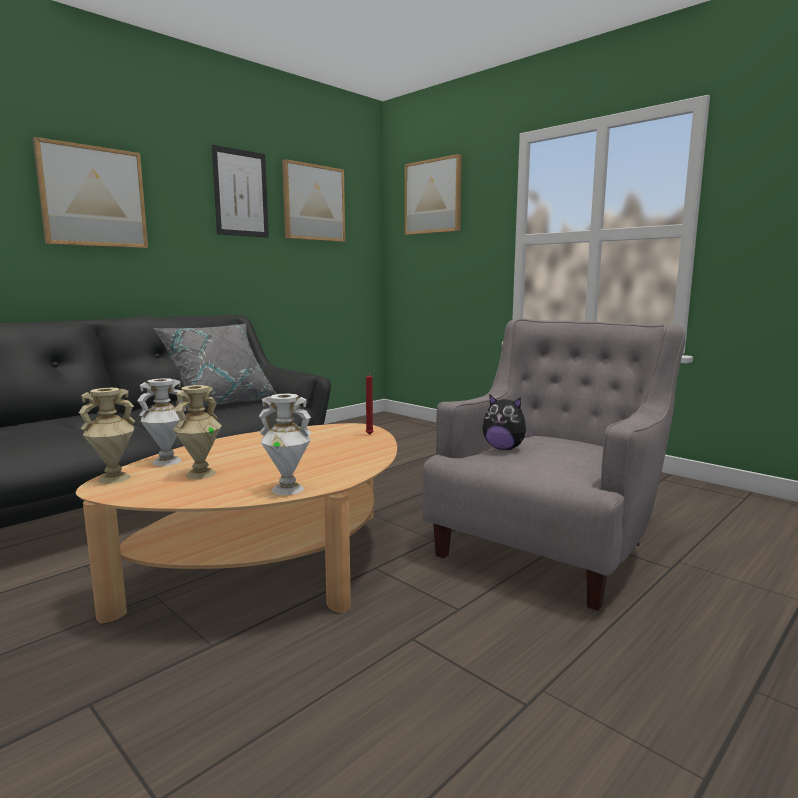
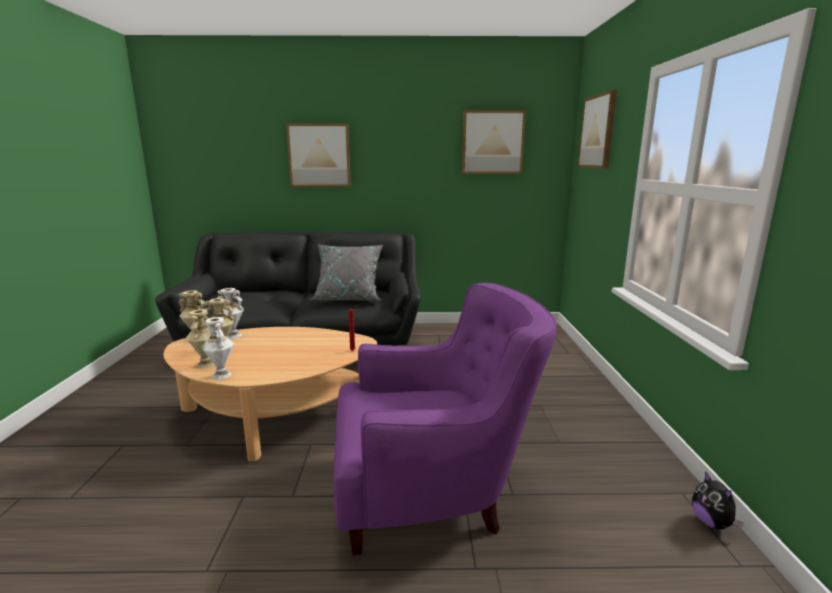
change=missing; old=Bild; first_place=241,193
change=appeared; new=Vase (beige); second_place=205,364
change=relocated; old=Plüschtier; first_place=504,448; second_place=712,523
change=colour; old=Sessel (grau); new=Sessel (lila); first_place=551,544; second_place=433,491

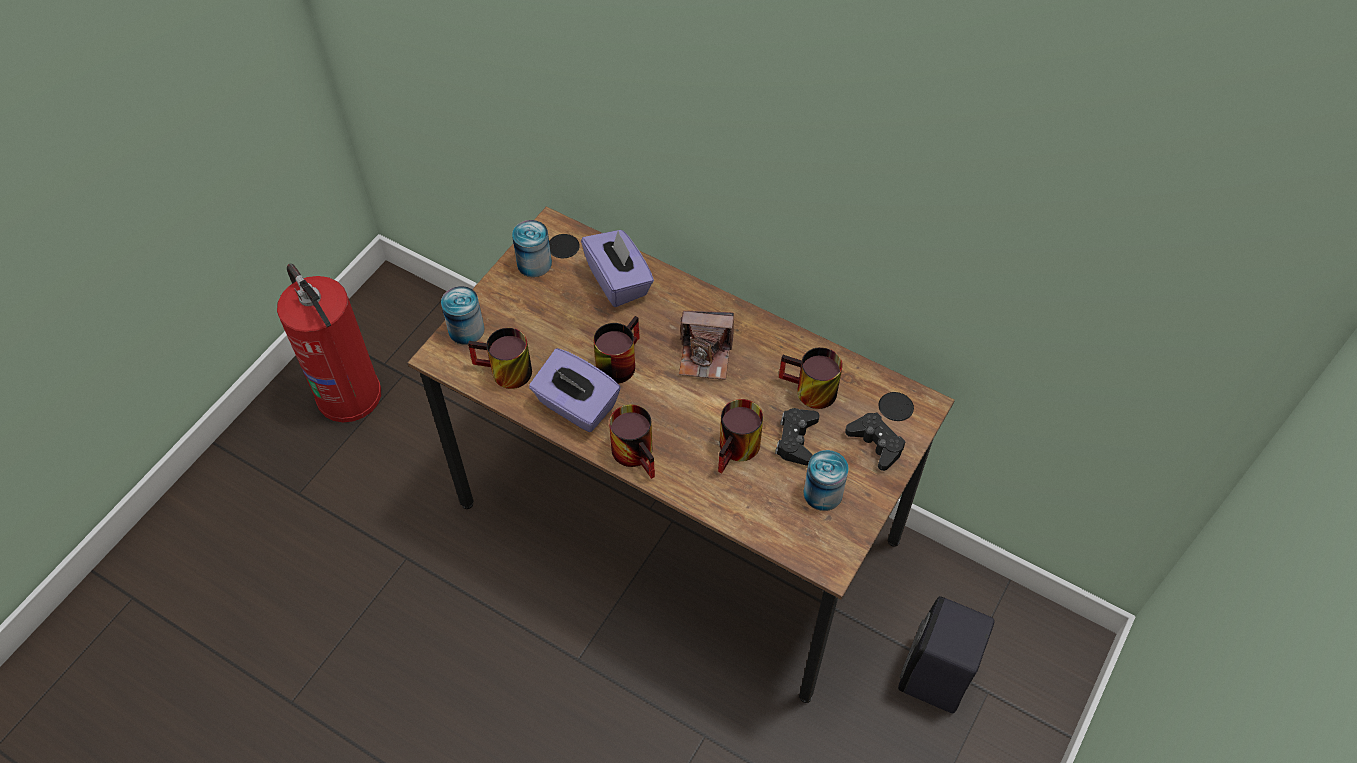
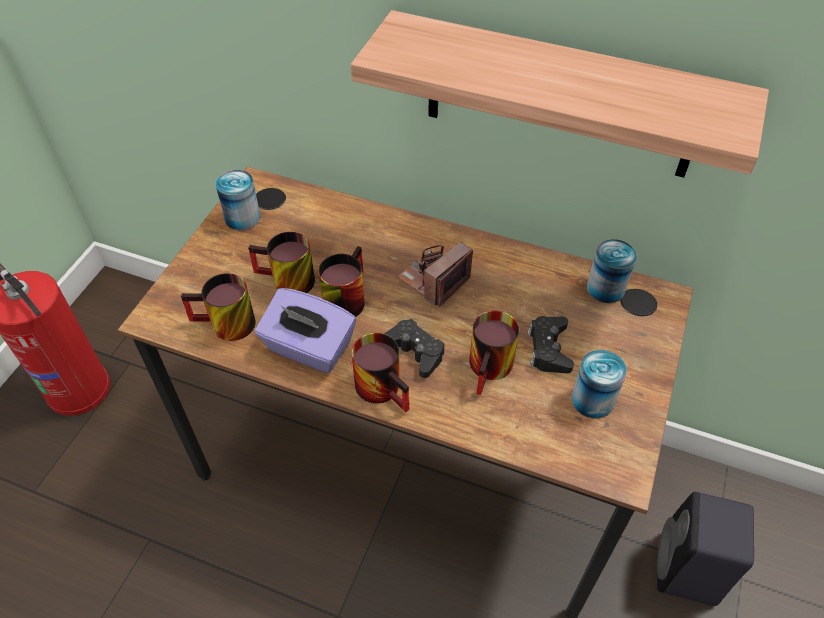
change=missing; old=Taschentuchbox (lila); first_place=619,281
change=appeared; new=Wandregal; second_place=560,98
change=relocated; old=Dose; first_place=466,329; second_place=605,288
change=relocated; old=Henkelbecher; first_place=808,392; second_place=285,283
change=relocated; old=Gamepad (schwarz); first_place=876,444; second_place=415,351
change=spun; old=Kamera; first_place=705,356; second_place=434,280; degrees=135

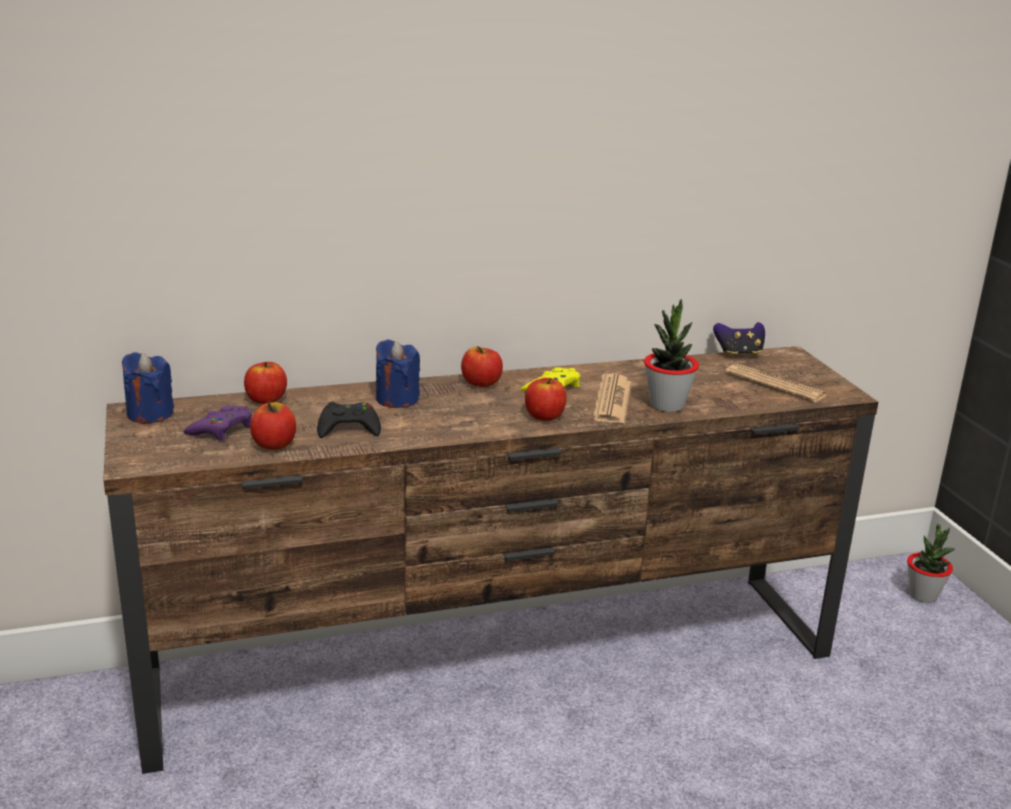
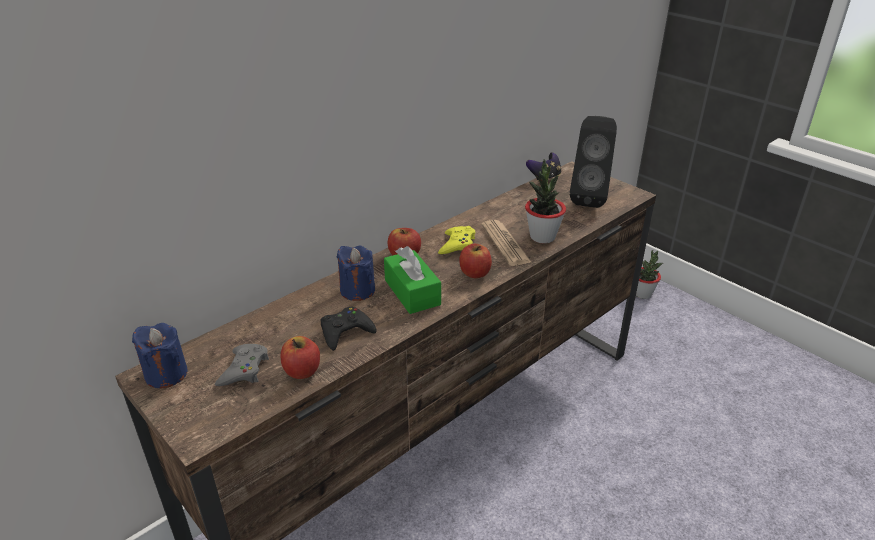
change=missing; old=Apfel; first_place=266,400
change=appeared; new=Taschentuchbox (grün); second_place=412,292
change=exchanged; old=Zeitung; new=Lautsprecher (schwarz); first_place=775,384; second_place=589,198
change=colour; old=Gamepad (lila); new=Gamepad (grau); first_place=221,429; second_place=244,369

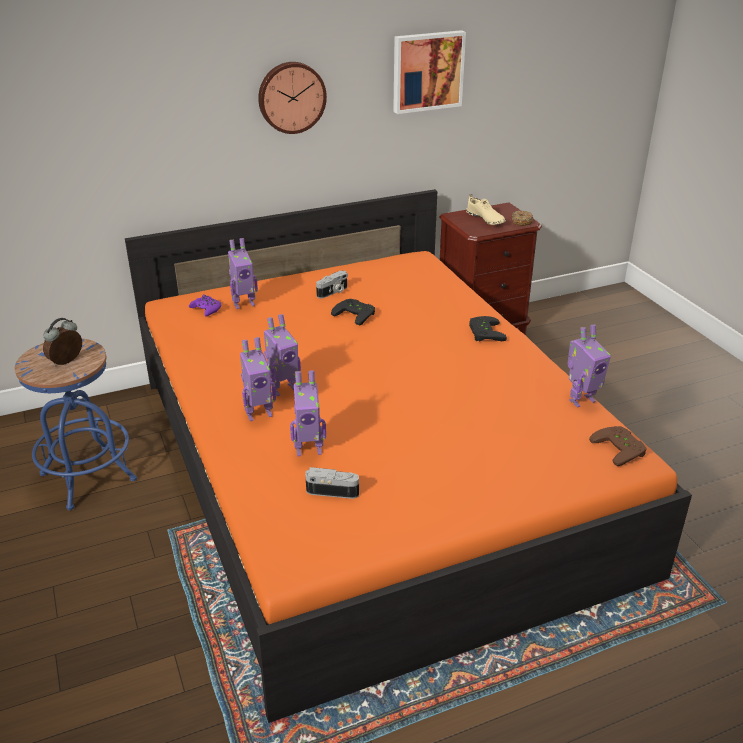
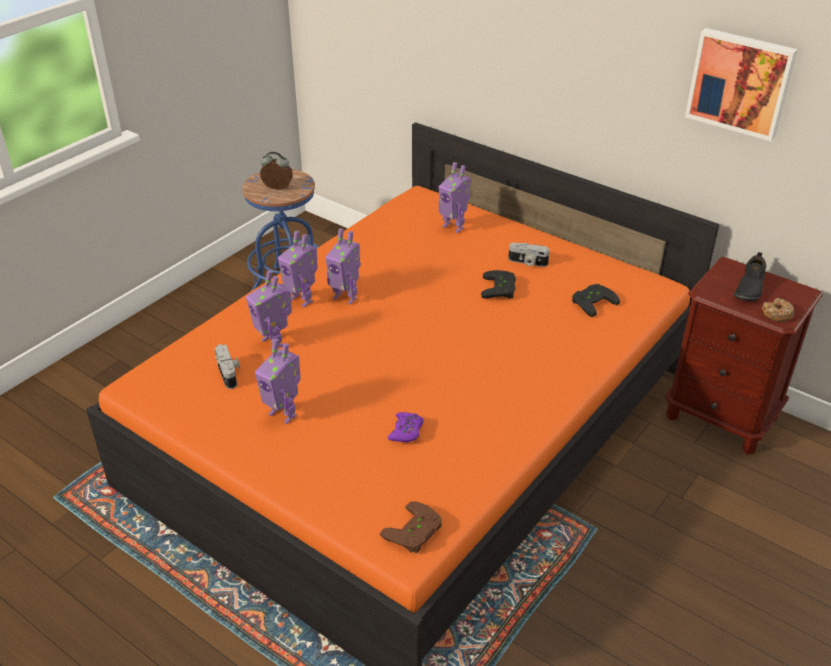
change=missing; old=Wanduhr; first_place=291,97
change=relocated; old=Gamepad (lila); first_place=206,309; second_place=406,431
change=relocated; old=Gamepad (schwarz); first_place=483,332; second_place=592,301
change=relocated; old=Spielzeugroboter; first_place=581,400; second_place=283,414
change=colour; old=Schuh (beige); new=Schuh (schwarz); first_place=485,219; second_place=749,288

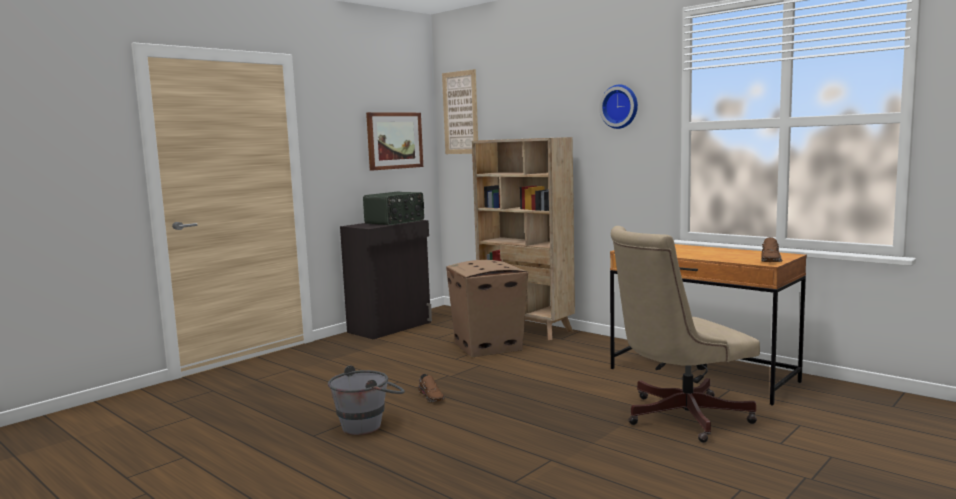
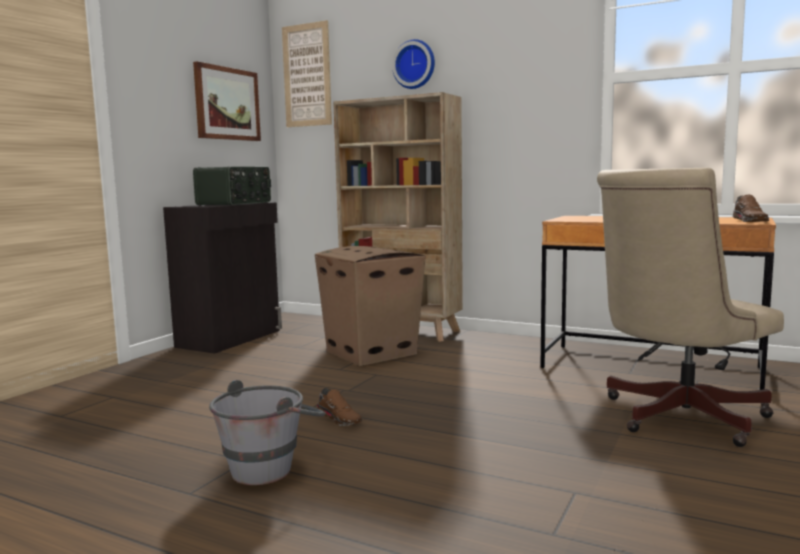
change=relocated; old=Wanduhr; first_place=620,106; second_place=415,65

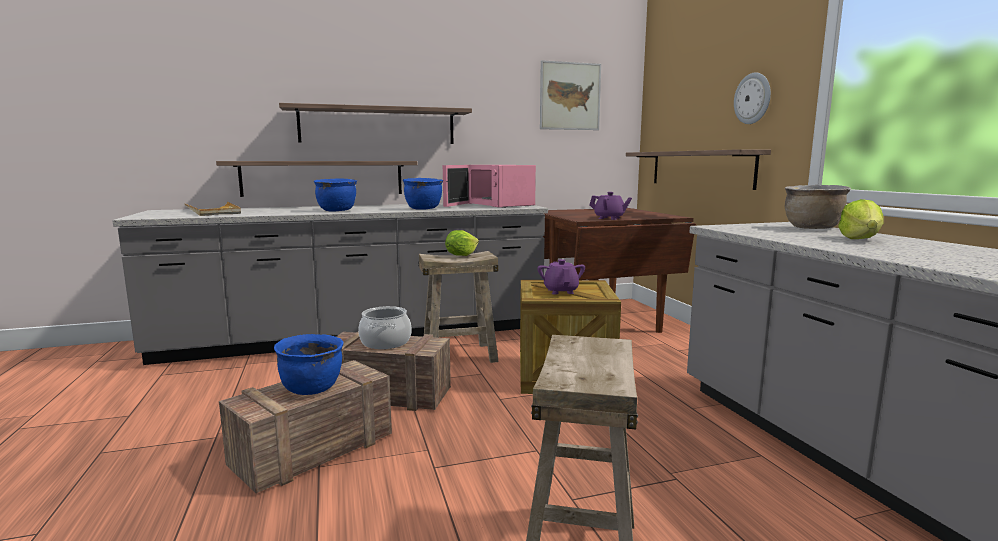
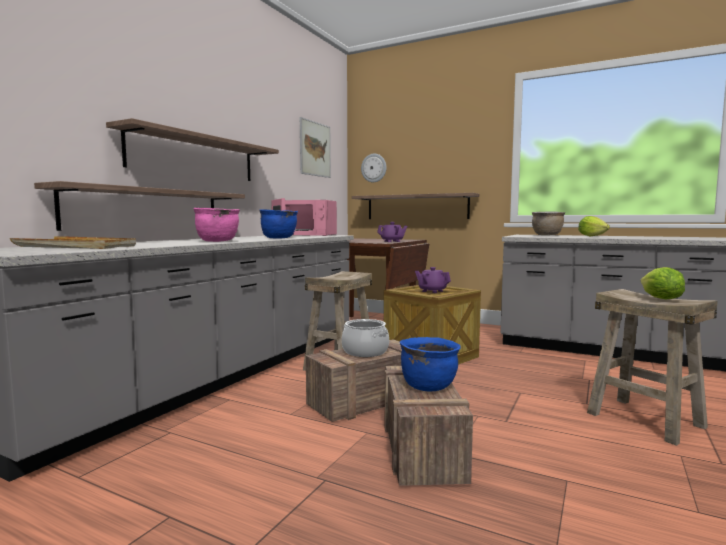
change=relocated; old=Salatkopf; first_place=461,255; second_place=660,299
change=relocated; old=Wanduhr; first_place=753,98; second_place=374,168
change=colour; old=Kochtopf (blau); new=Kochtopf (rosa); first_place=337,211; second_place=218,241

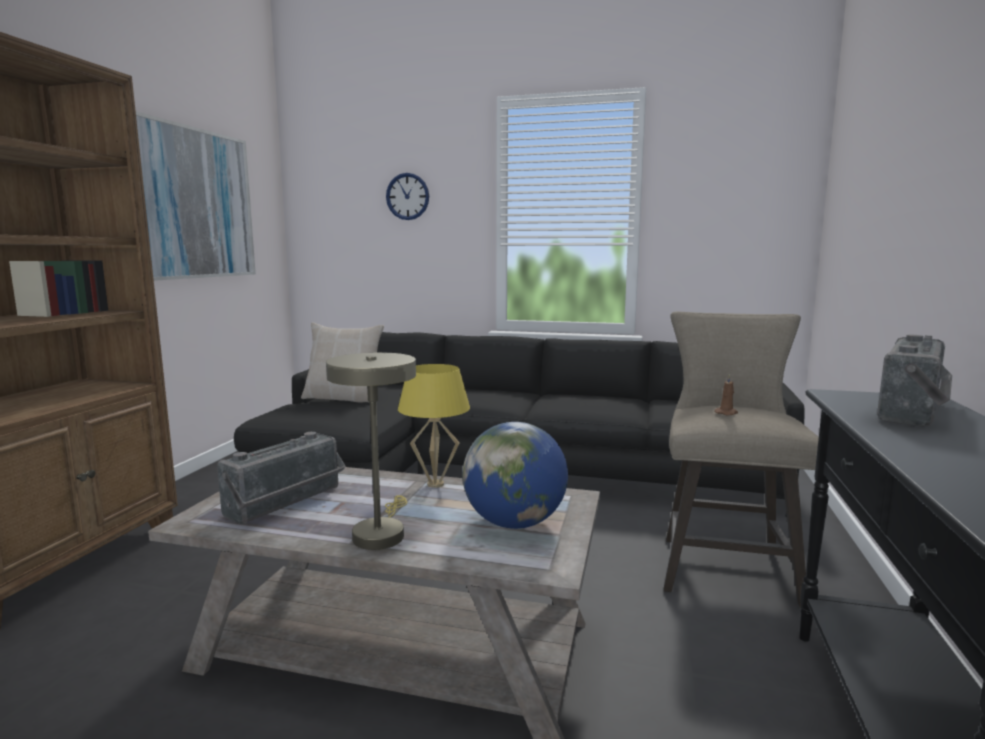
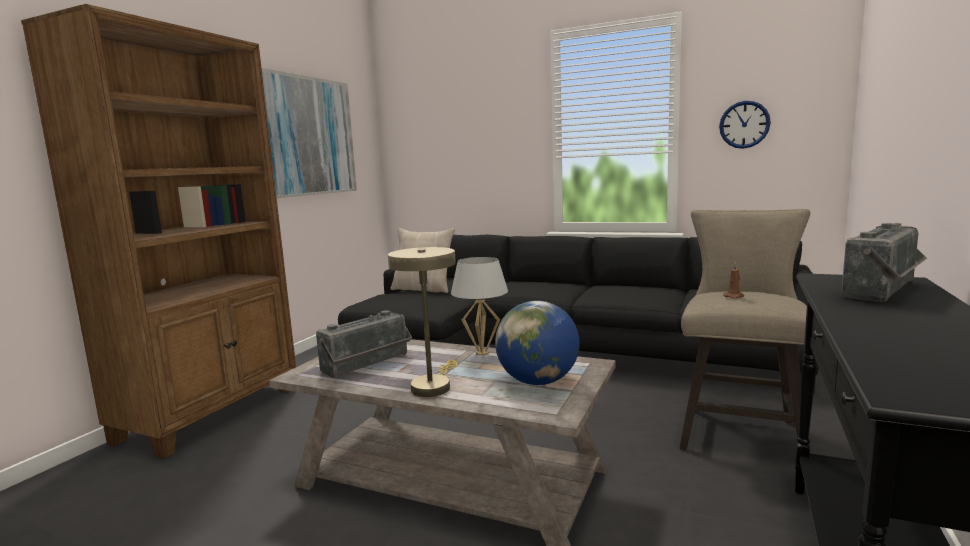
change=relocated; old=Wanduhr; first_place=407,196; second_place=744,124
change=colour; old=Tischlampe (gelb); new=Tischlampe (weiß); first_place=435,484; second_place=482,353

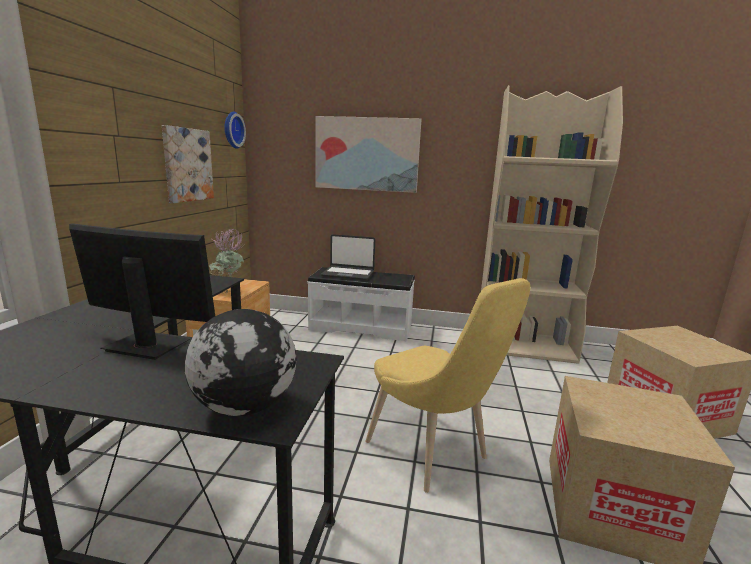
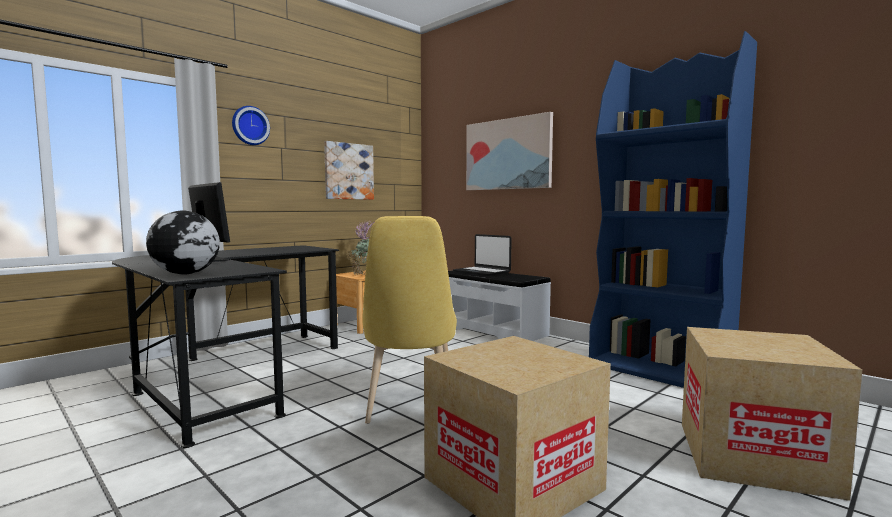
change=relocated; old=Wanduhr; first_place=232,130; second_place=249,126
change=colour; old=Bücherregal (beige); new=Bücherregal (blau); first_place=524,346; second_place=660,370

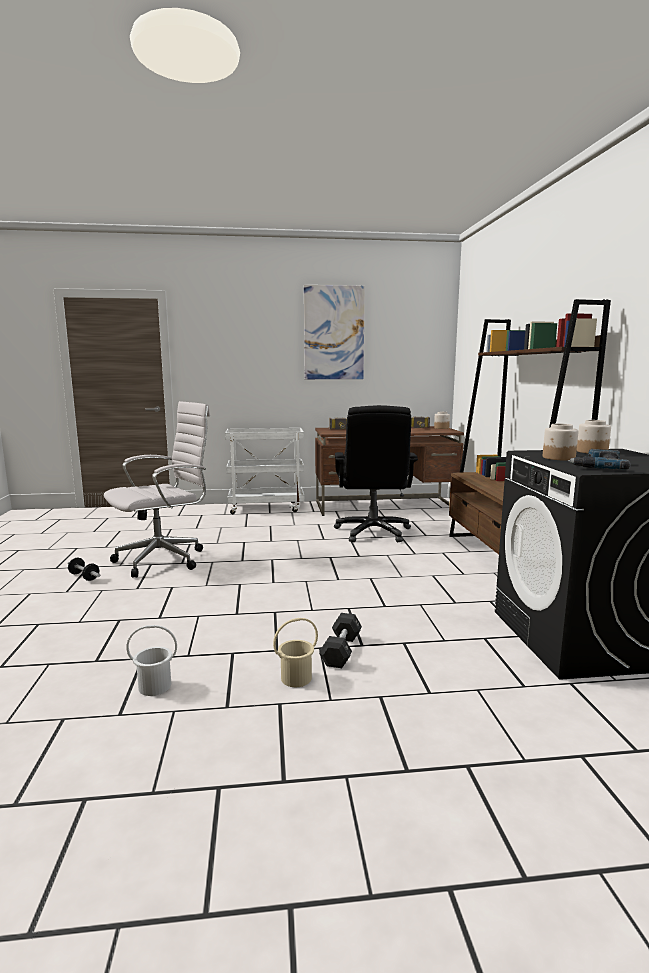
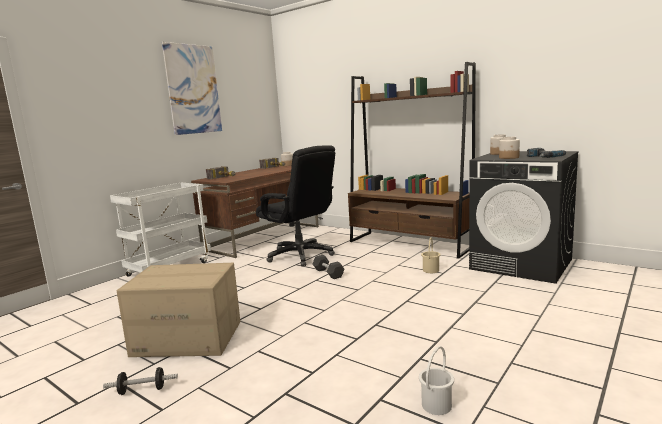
change=relocated; old=Eimer (beige); first_place=296,678; second_place=431,270
change=relocated; old=Hantel (schwarz); first_place=341,650; second_place=328,273
change=exchanged; old=Bürostuhl (weiß); new=Karton; first_place=164,559; second_place=188,338

